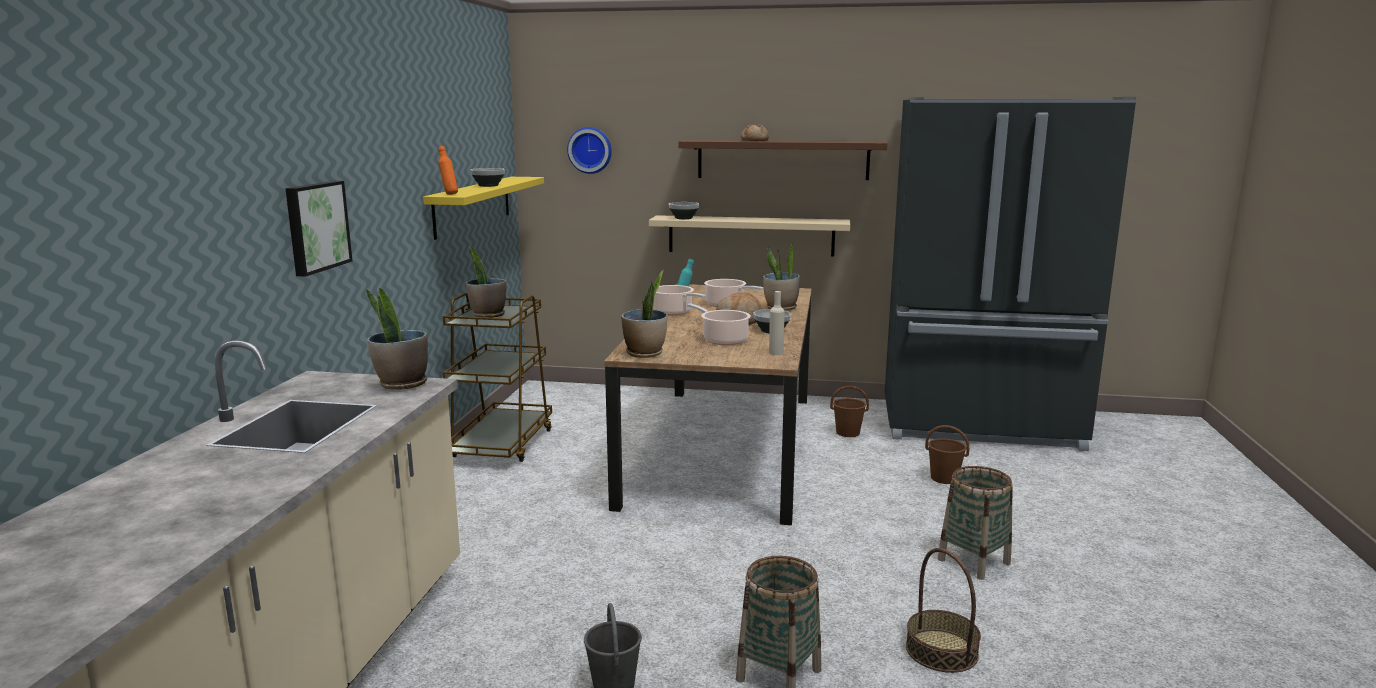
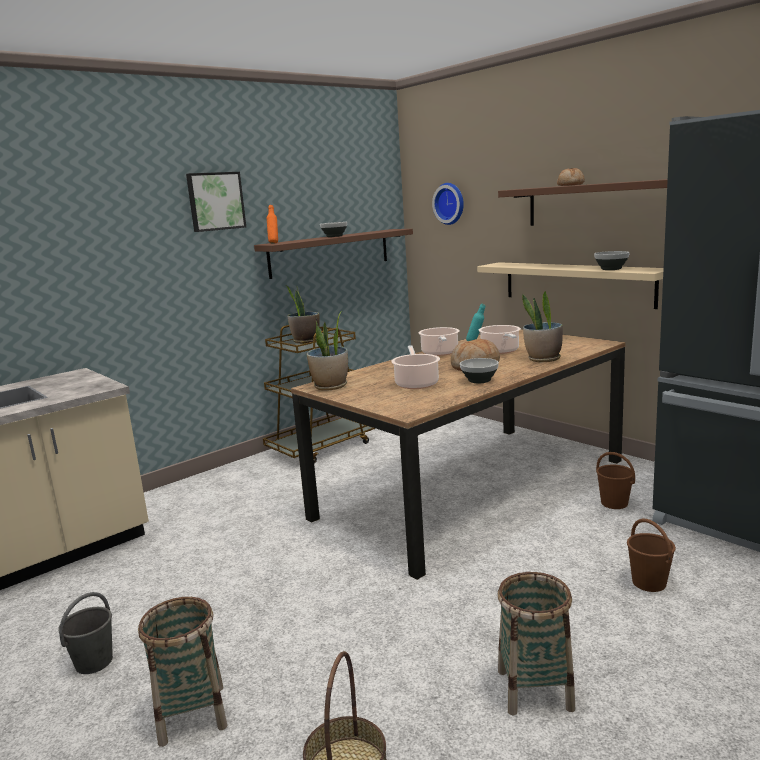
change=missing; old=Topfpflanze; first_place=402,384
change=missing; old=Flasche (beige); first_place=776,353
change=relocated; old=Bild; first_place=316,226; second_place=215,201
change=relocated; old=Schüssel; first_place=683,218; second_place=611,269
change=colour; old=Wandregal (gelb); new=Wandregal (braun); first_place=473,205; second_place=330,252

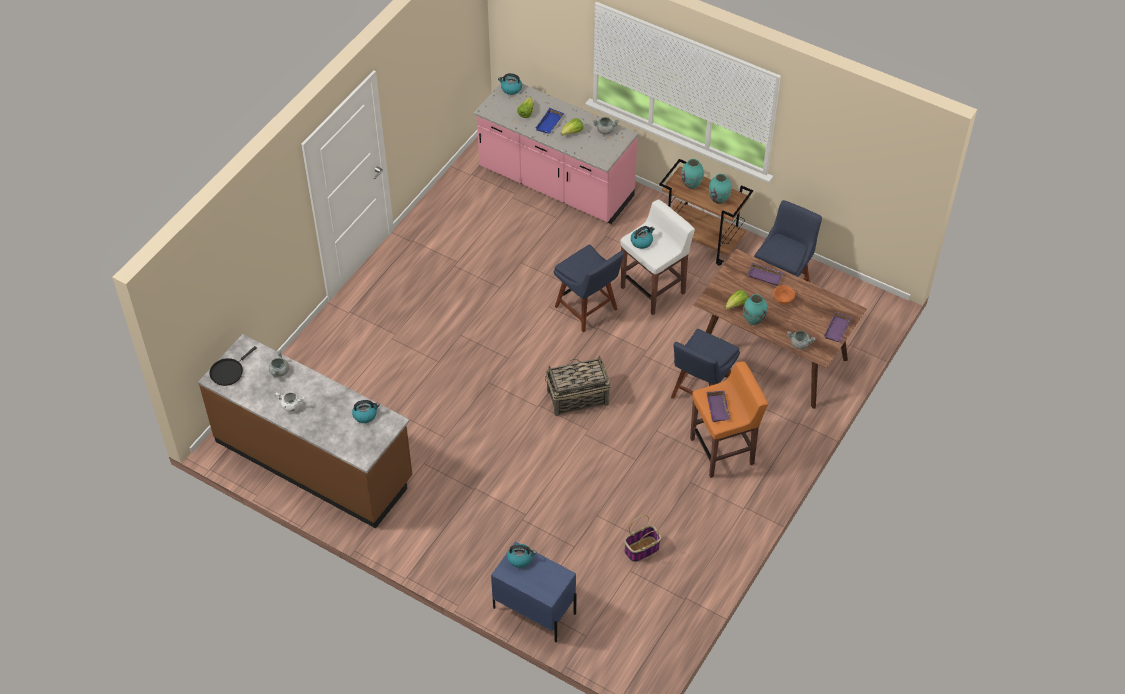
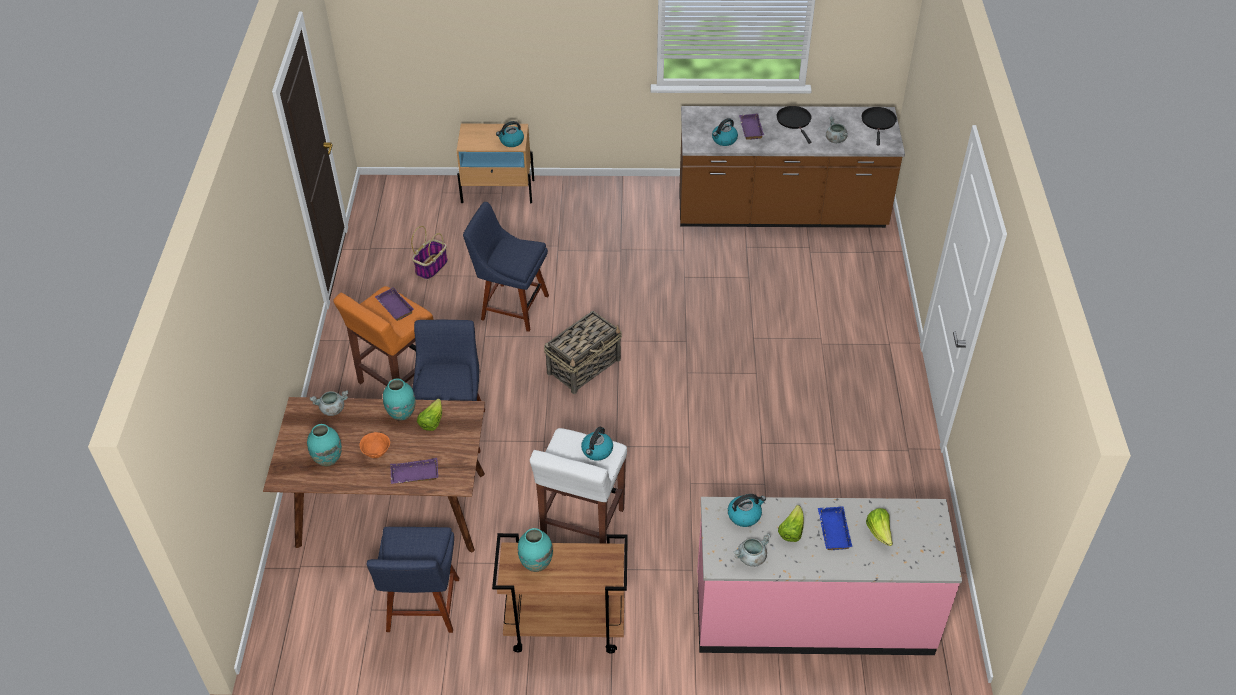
change=relocated; old=Wasserkessel; first_place=511,89; second_place=744,515
change=relocated; old=Stuhl (blau); first_place=588,310; second_place=511,306
change=relocated; old=Vase (türkis); first_place=692,184; second_place=327,459
change=relocated; old=Tablett (lila); first_place=838,330; second_place=750,129
change=exchanged; old=Kochtopf (weiß); new=Pfanne (schwarz); first_place=291,406; second_place=794,121
change=colour; old=Nachttisch (blau); new=Nachttisch (beige); first_place=534,610; second_place=498,191

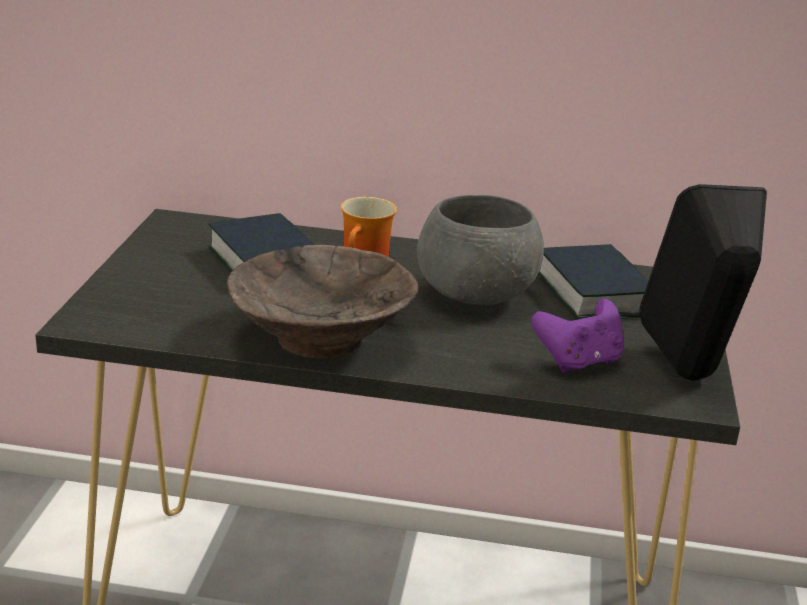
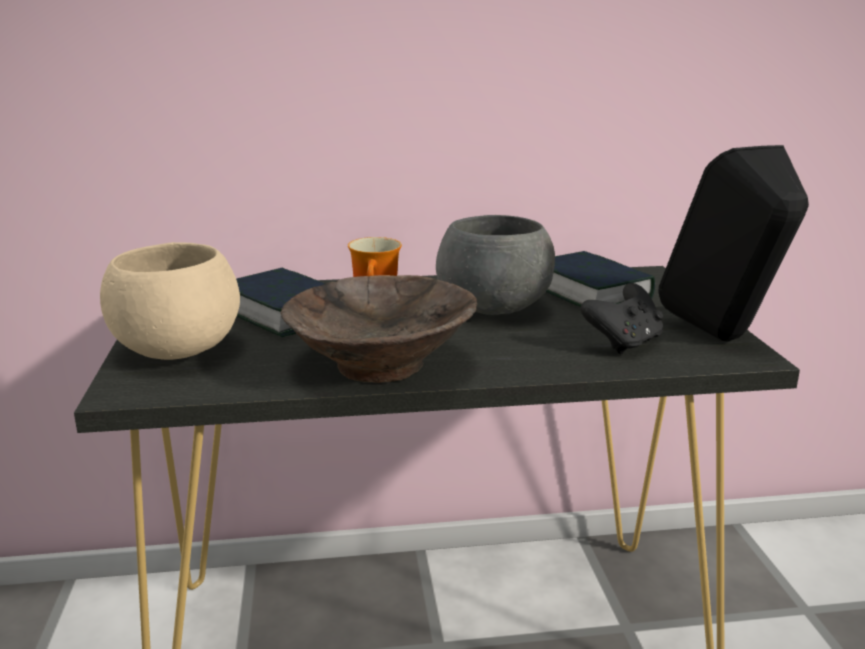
change=appeared; new=Schüssel (beige); second_place=179,351
change=colour; old=Gamepad (lila); new=Gamepad (schwarz); first_place=578,362; second_place=624,343

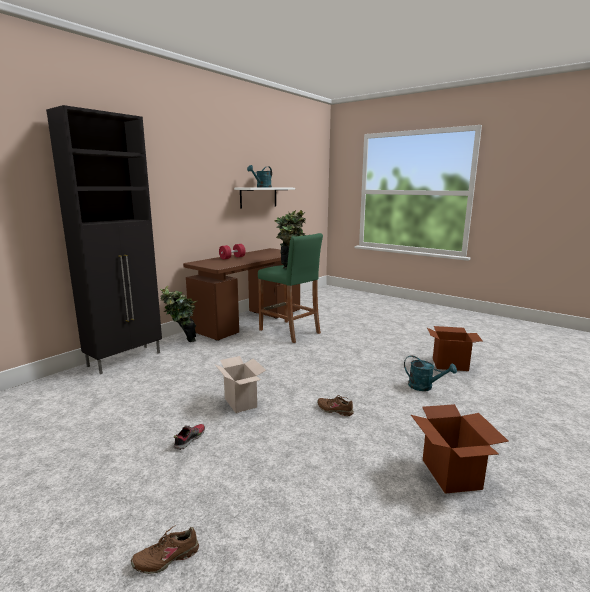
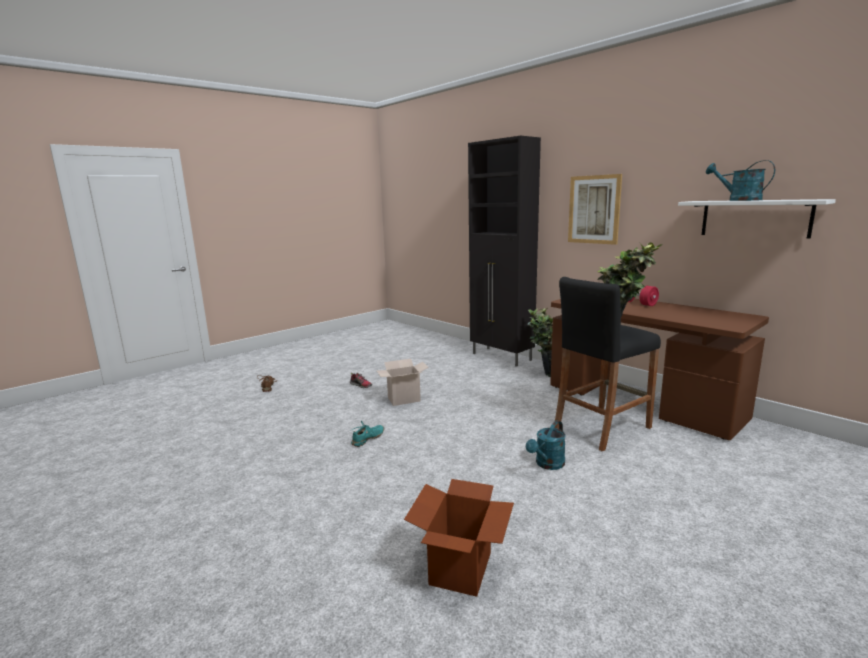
change=missing; old=Karton; first_place=451,474
change=appeared; new=Bild; second_place=594,209
change=relocated; old=Gießkanne (türkis); first_place=425,387; second_place=547,464
change=colour; old=Hocker (grün); new=Hocker (schwarz); first_place=289,331; second_place=601,428
change=colour; old=Schuh (braun); new=Schuh (türkis); first_place=335,410; second_place=368,439

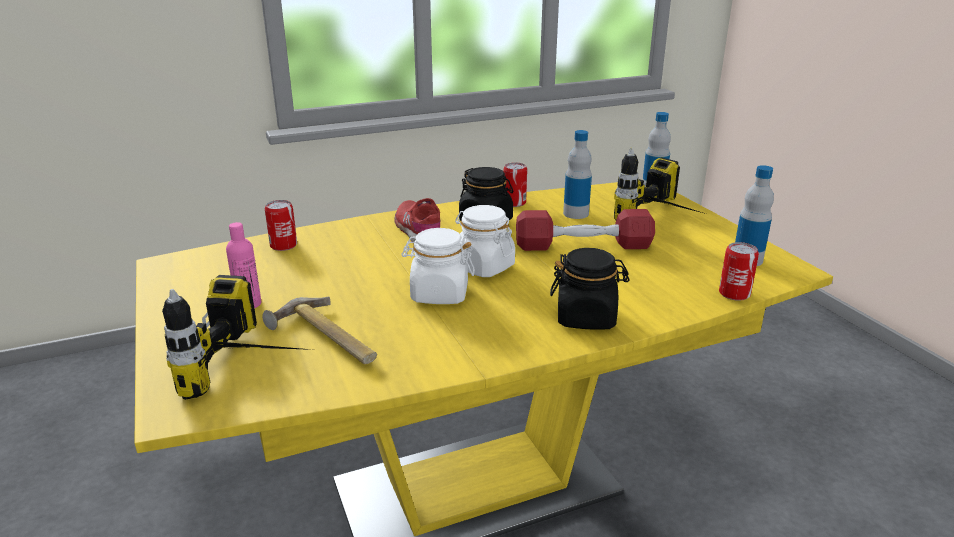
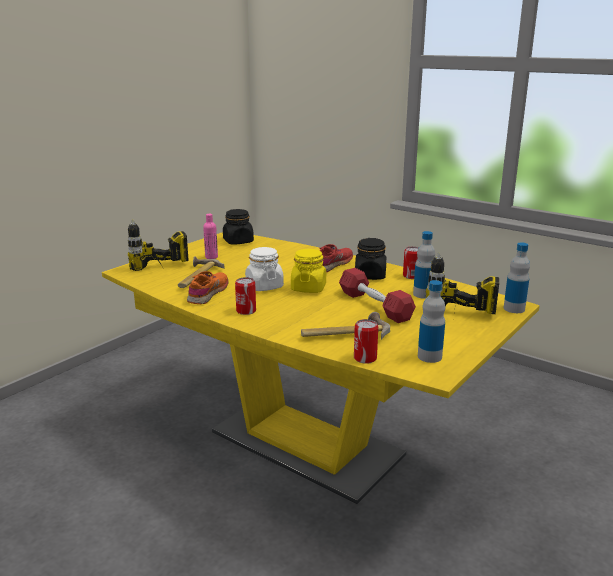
change=appeared; new=Schuh (orange); second_place=208,294
change=appeared; new=Hammer; second_place=345,334
change=relocated; old=Dose; first_place=283,245; second_place=246,311
change=relocated; old=Vorratsglas (schwarz); first_place=586,317; second_place=238,241
change=colour; old=Vorratsglas (weiß); new=Vorratsglas (gelb); first_place=483,267; second_place=308,288

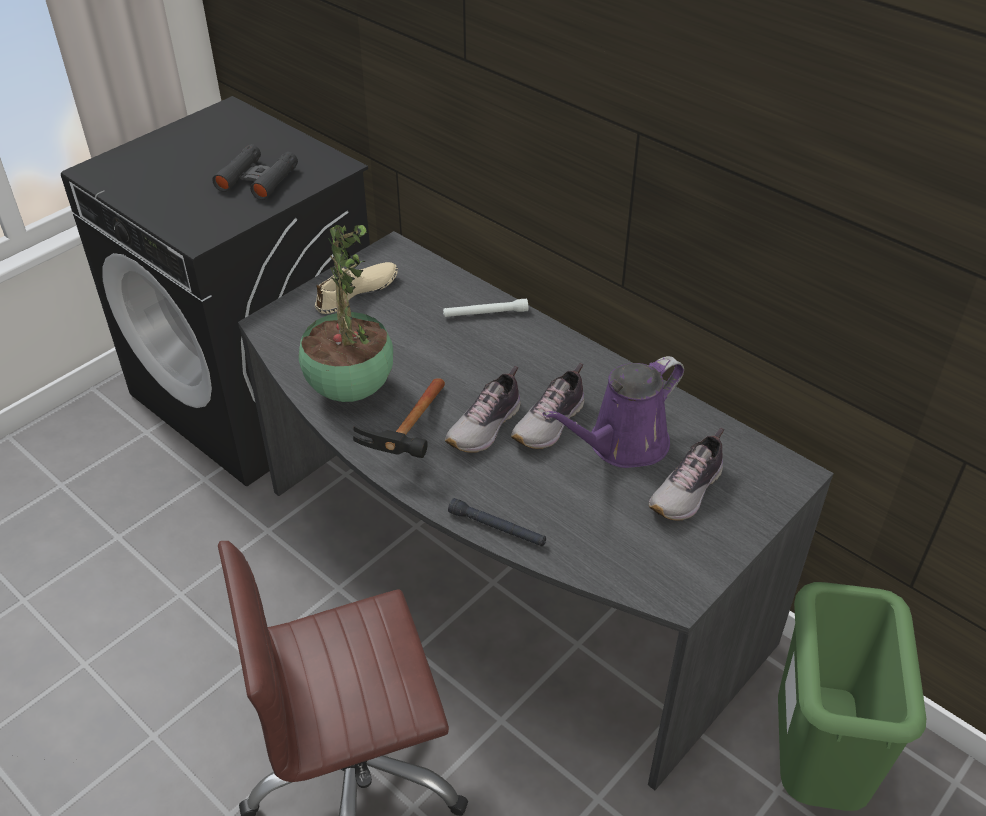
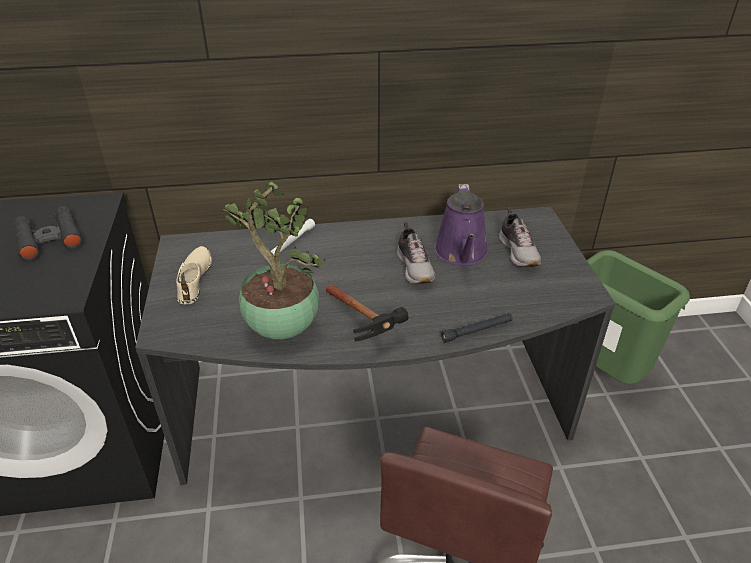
change=missing; old=Schuh; first_place=486,426

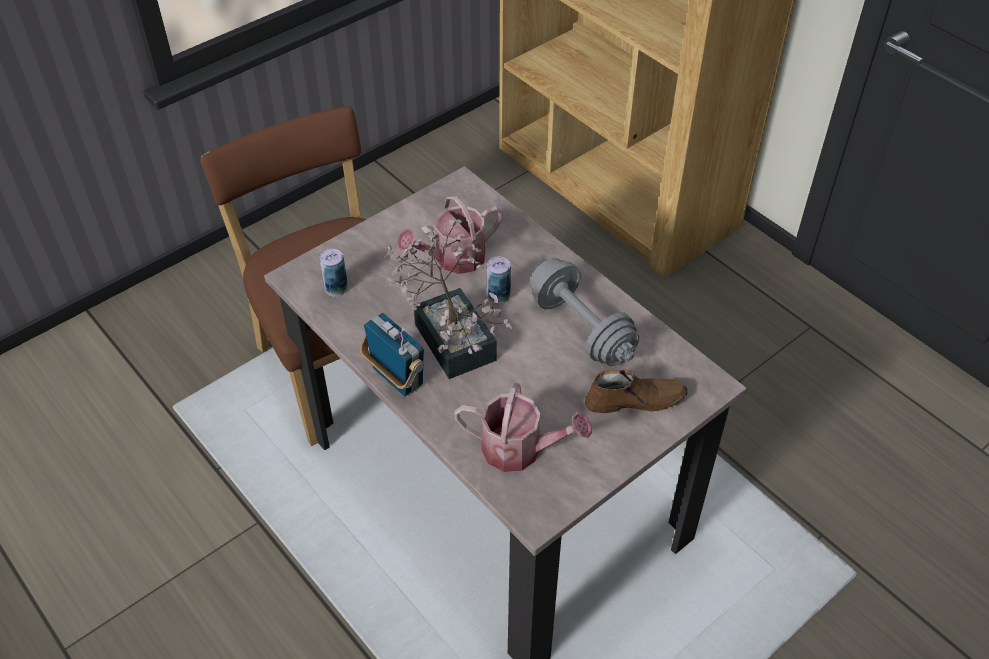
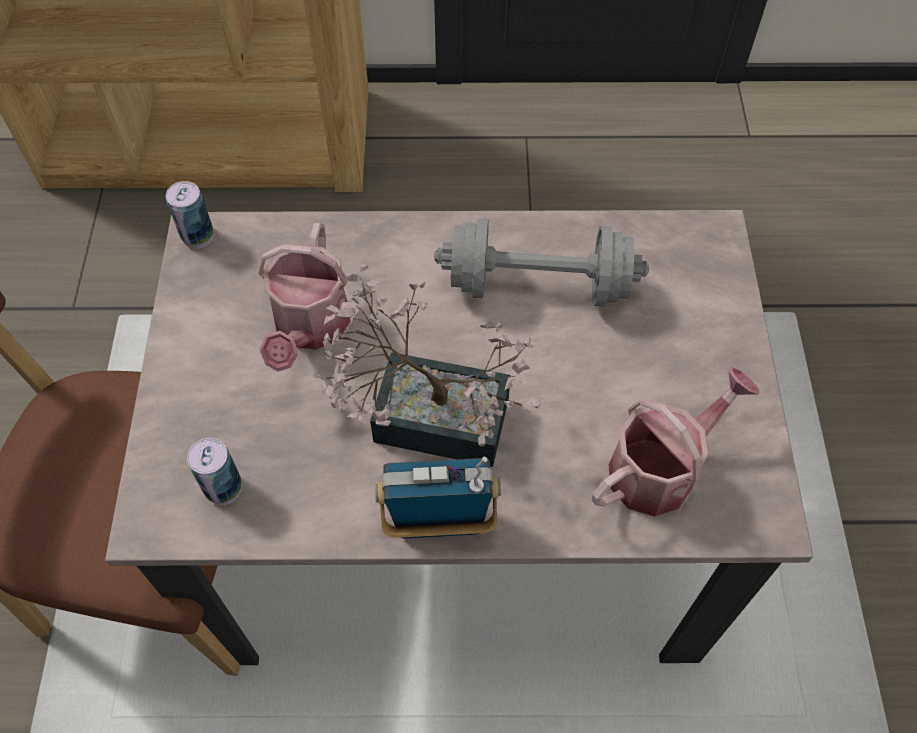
change=missing; old=Schuh (braun); first_place=635,399
change=relocated; old=Dose; first_place=498,296; second_place=198,236

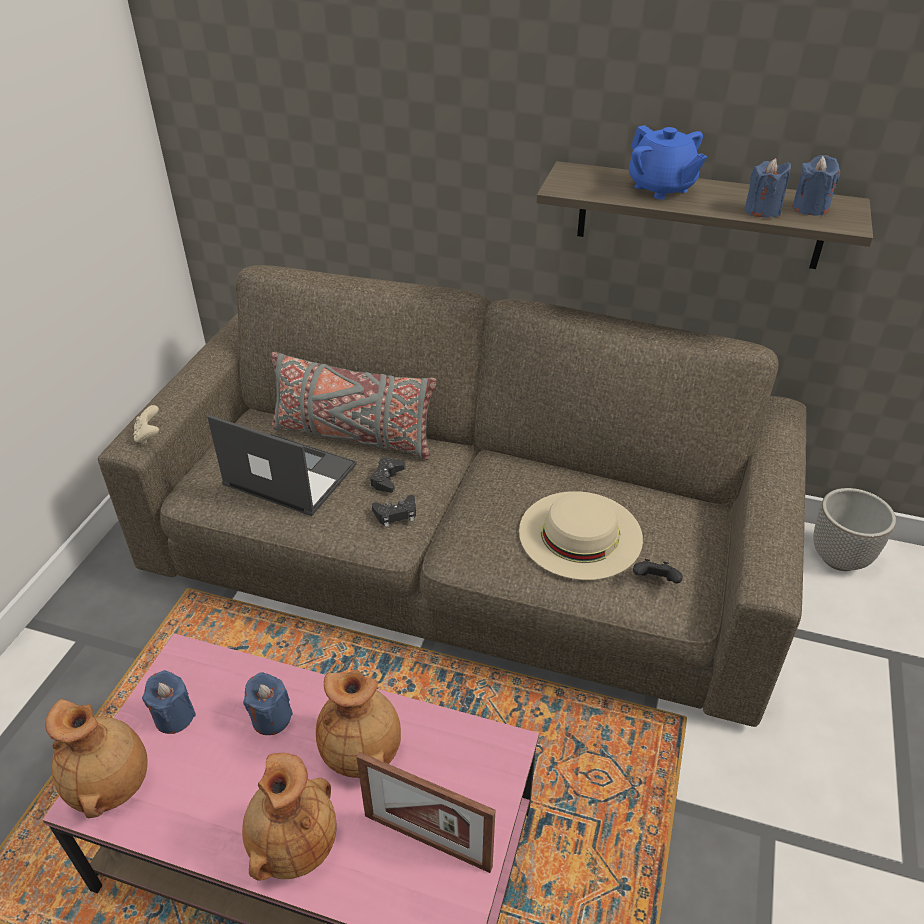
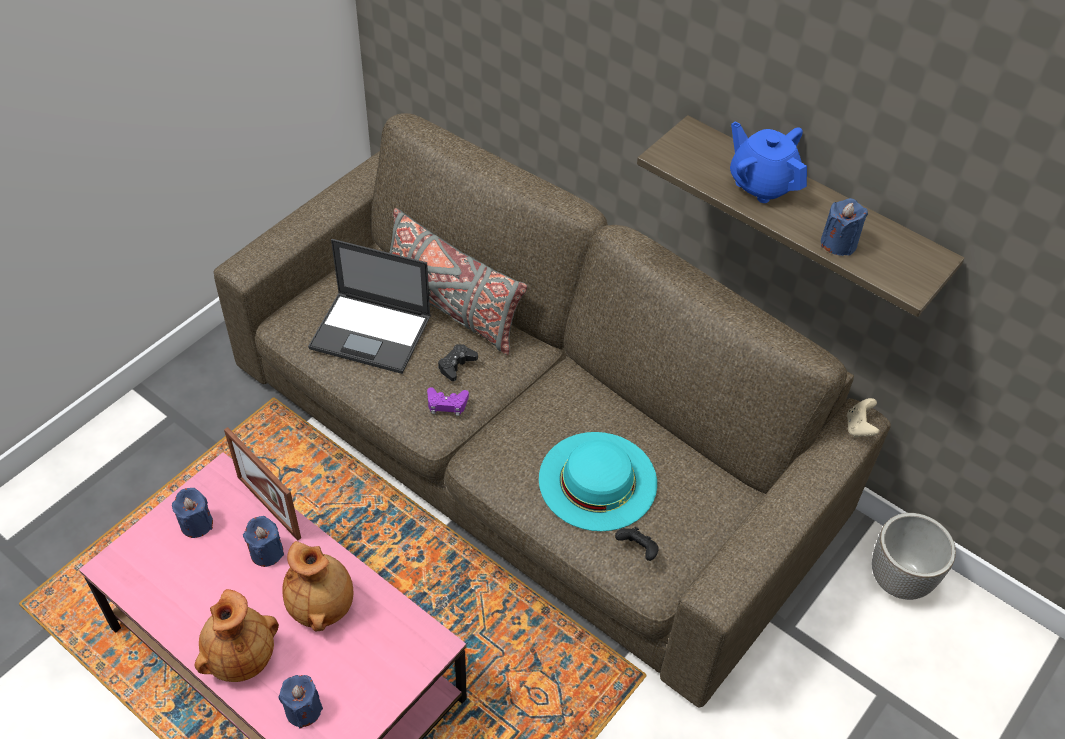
change=missing; old=Vase (braun); first_place=112,784
change=relocated; old=Gamepad (beige); first_place=149,436; second_place=859,427
change=relocated; old=Bilderrahmen; first_place=427,841; second_place=269,507
change=relocated; old=Kerze (blau); first_place=810,208; second_place=303,710
change=colour; old=Gamepad (schwarz); new=Gamepad (lila); first_place=396,514; second_place=447,404
change=colour; old=Hut (beige); new=Hut (türkis); first_place=580,534; second_place=598,480
change=spun; old=Laptop; first_place=288,474; second_place=372,332; degrees=150
change=spun; old=Teekanne (blau); first_place=661,188; second_place=762,184; degrees=150

